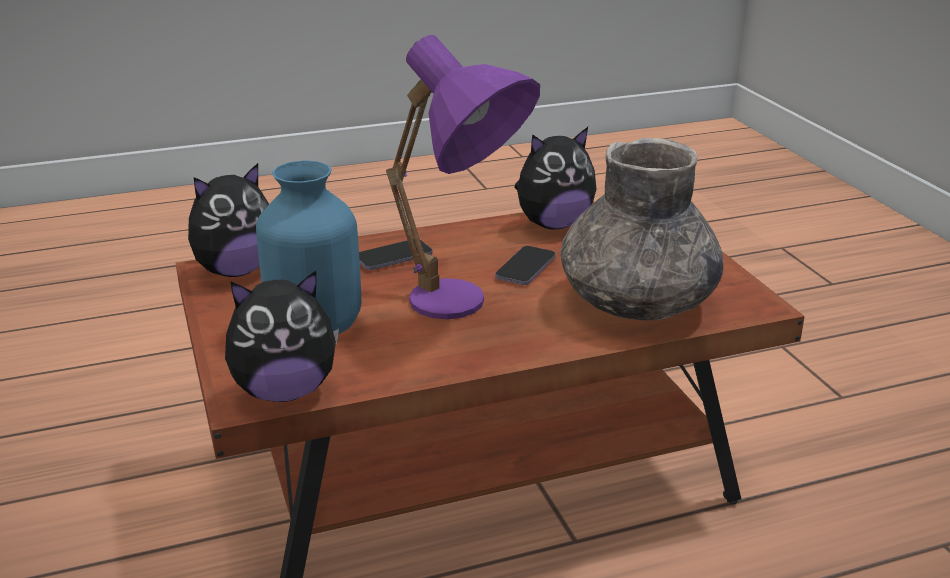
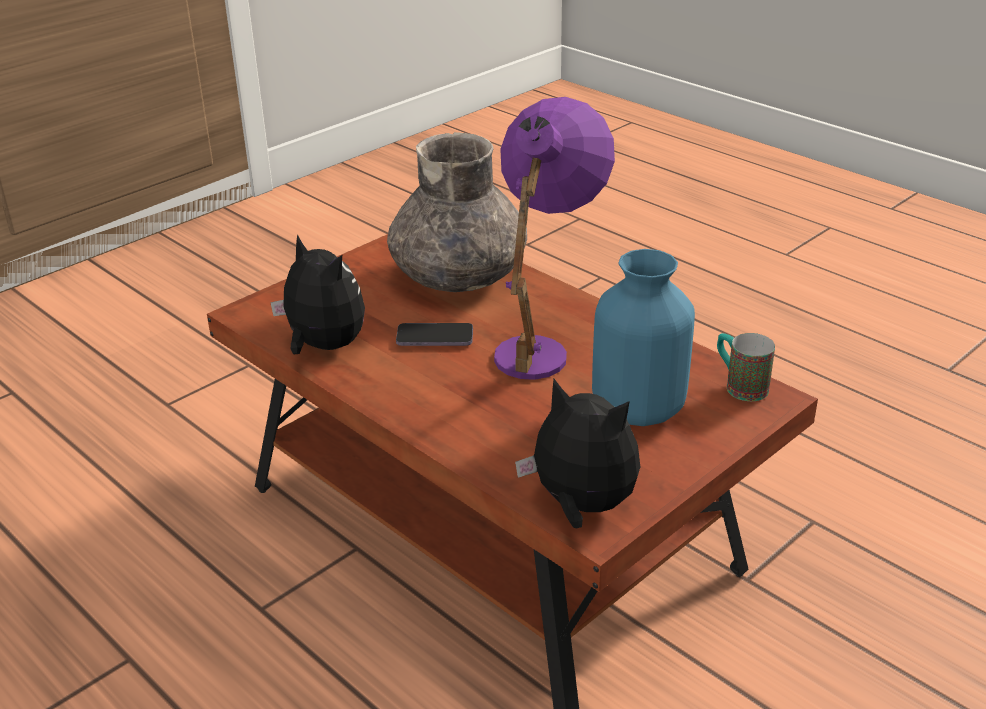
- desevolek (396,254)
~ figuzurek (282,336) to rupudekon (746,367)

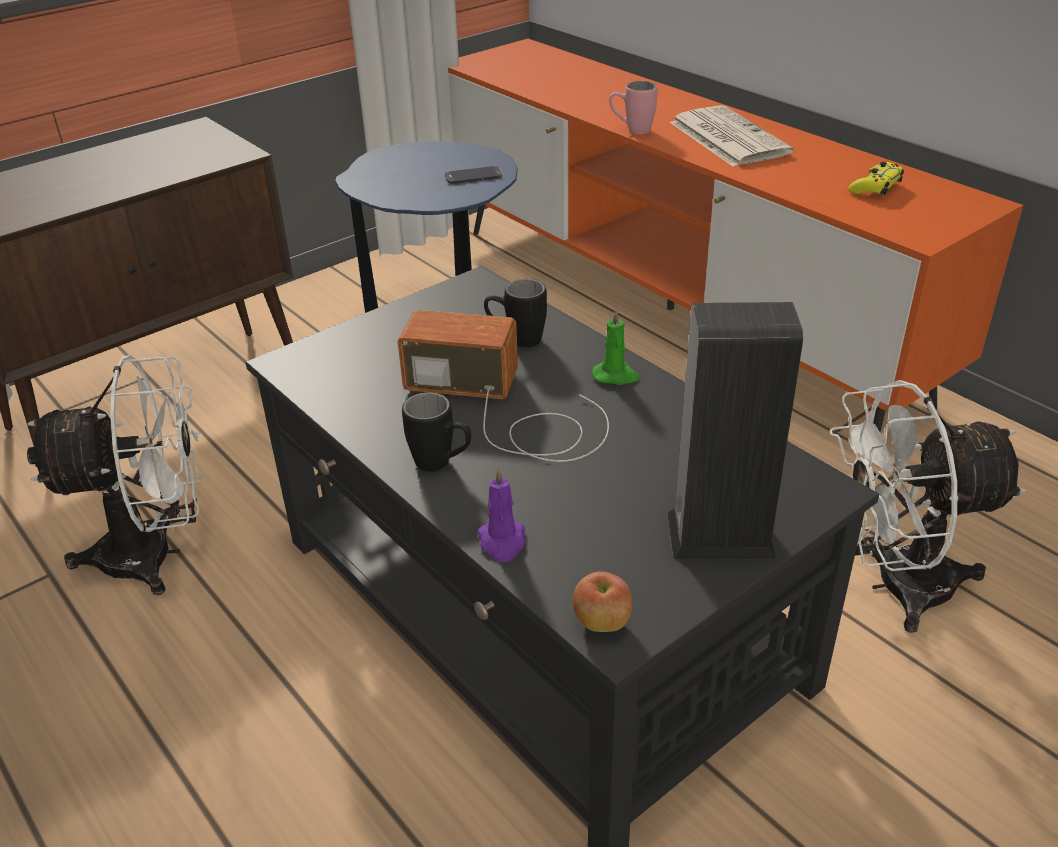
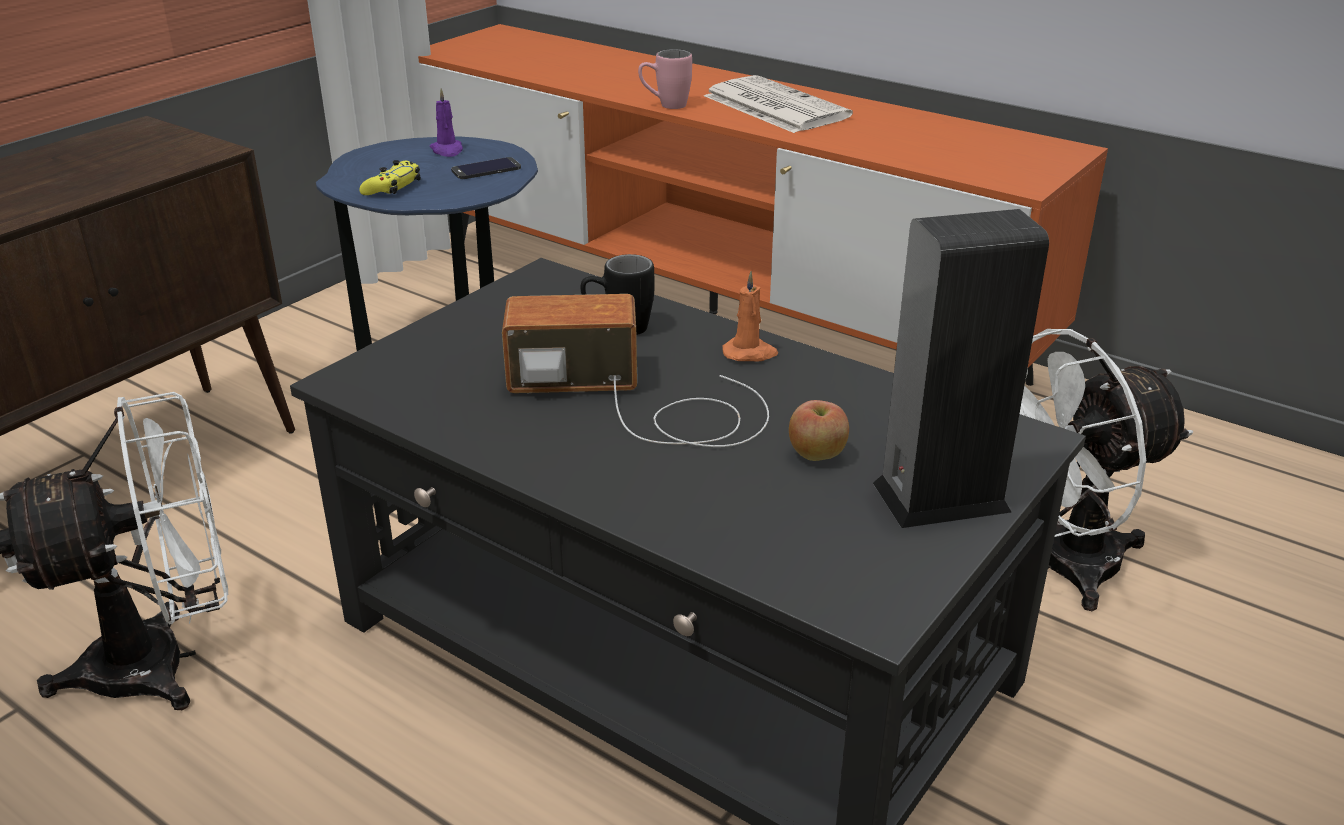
~ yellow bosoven (876,178) to (390,177)
~ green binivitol (616,346) to orange binivitol (750,316)
- black rupudekon (436,432)
~ purple binivitol (501,514) to (446,122)
~ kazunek (603,601) to (819,430)

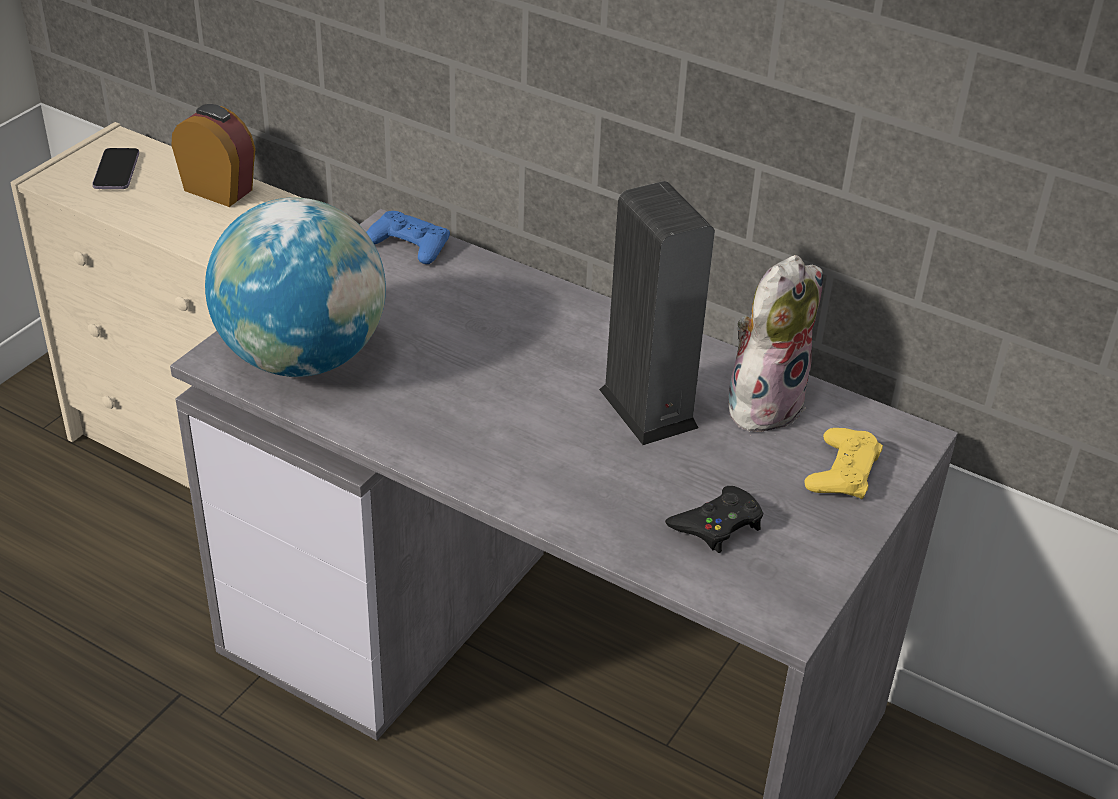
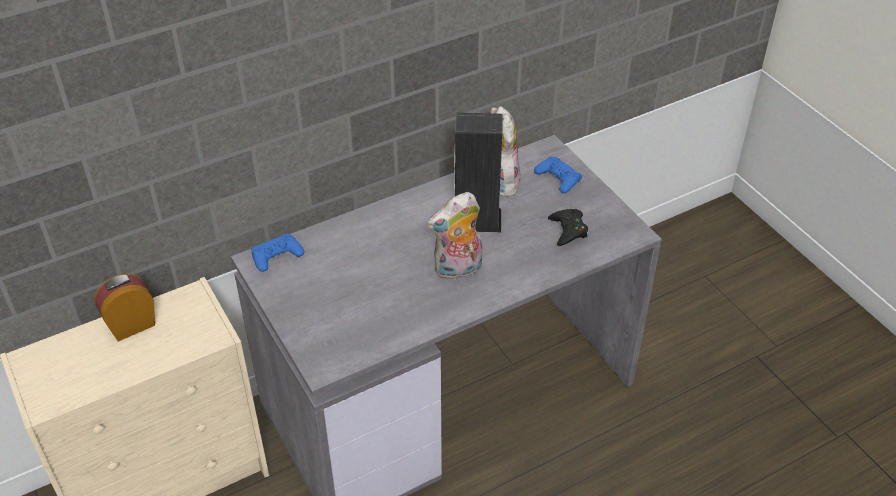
- desevolek (115,168)
- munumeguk (295,287)
~ yellow bosoven (843,463) to blue bosoven (558,174)
+ figuzurek (454,236)

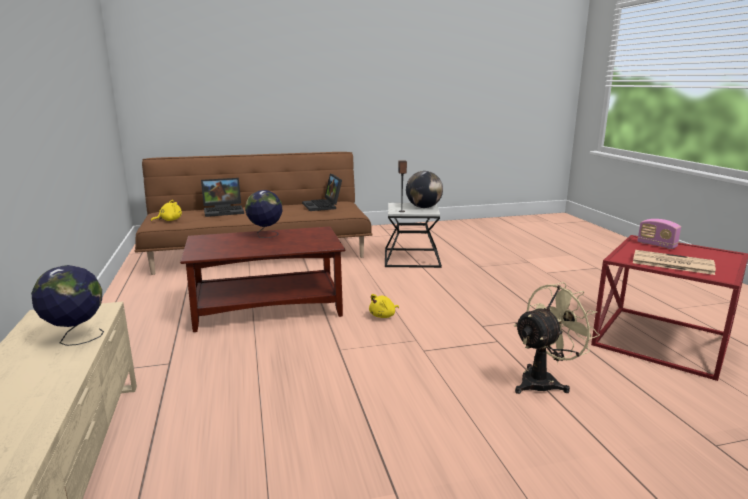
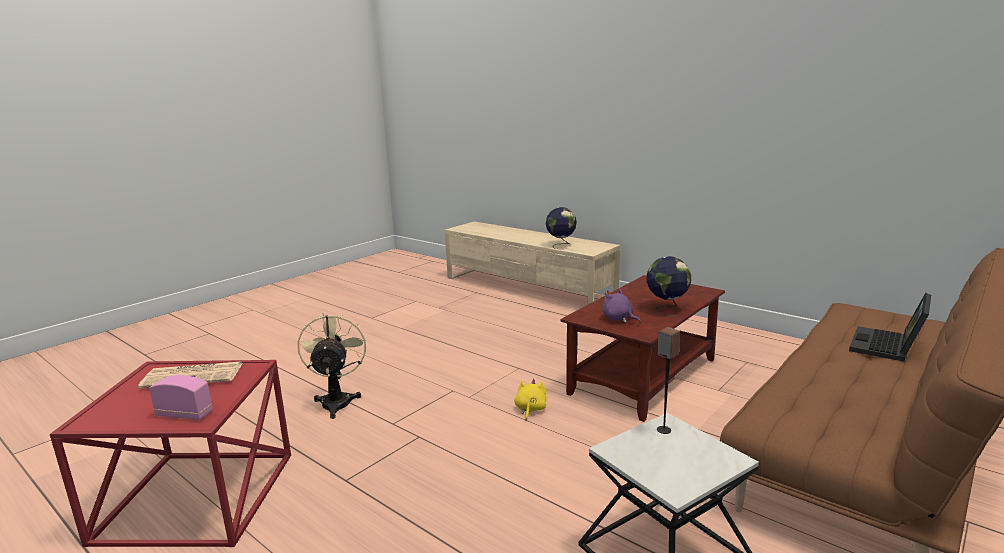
- munumeguk (424,189)
- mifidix (322,192)
- yellow figuzurek (166,211)
~ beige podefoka (557,338) = (332,366) 150 degrees clockwise
+ purple figuzurek (621,305)

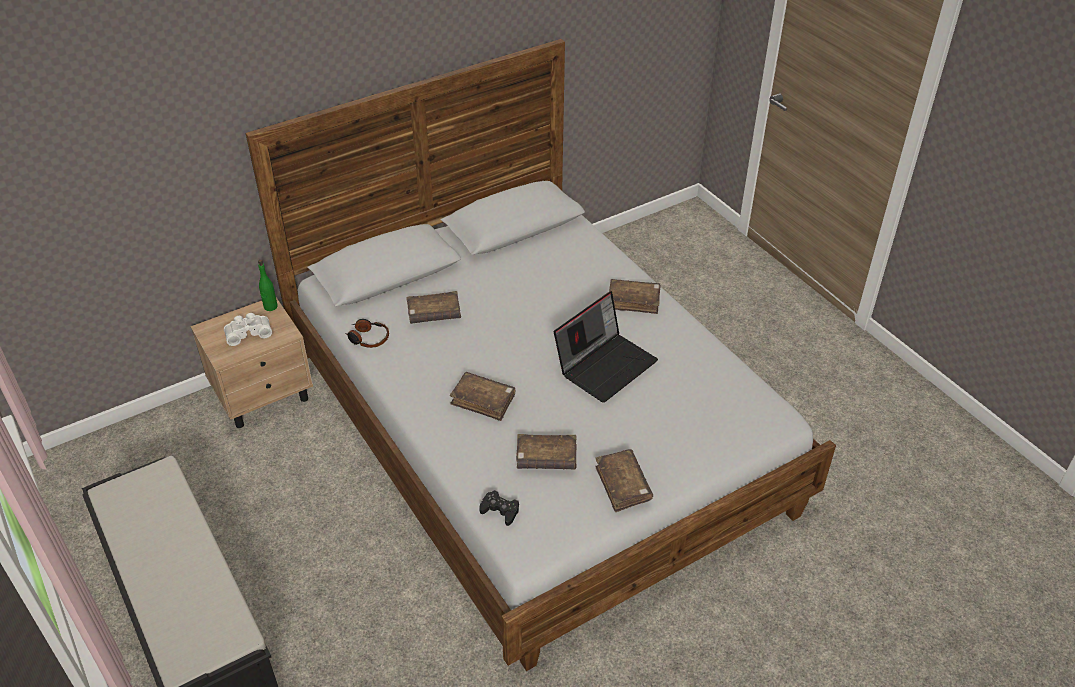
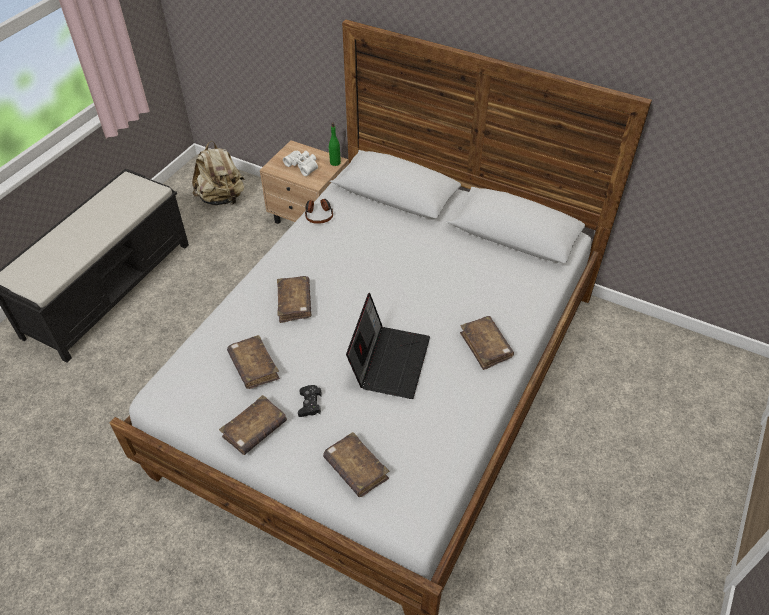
~ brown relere (433,307) to (356,464)
~ mifidix (606,347) = (388,346) 90 degrees counterclockwise
~ black bosoven (499,508) to (310,401)
+ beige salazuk (218,173)

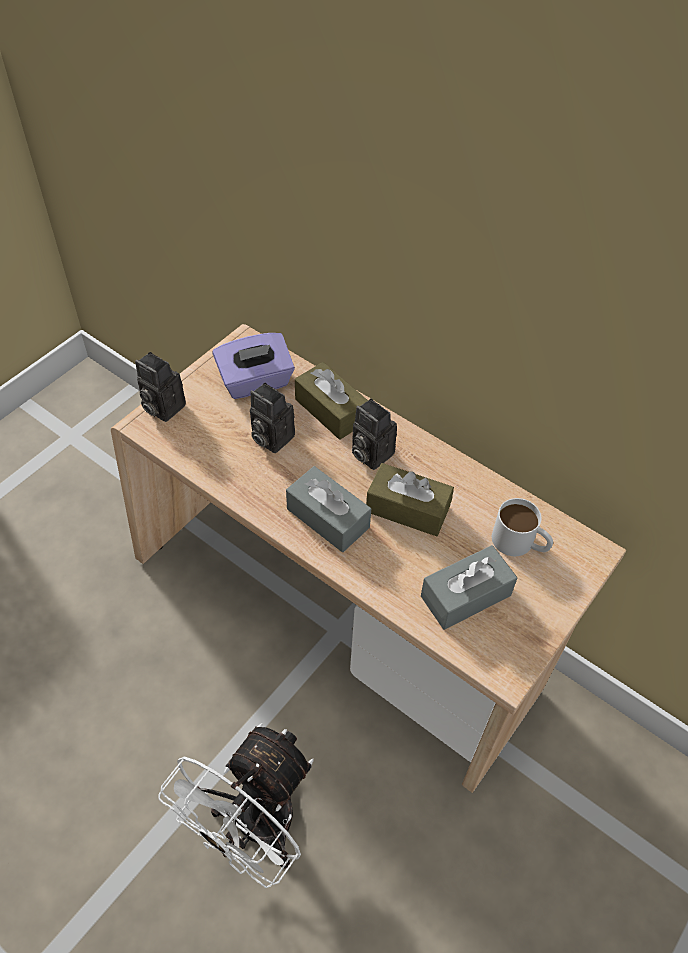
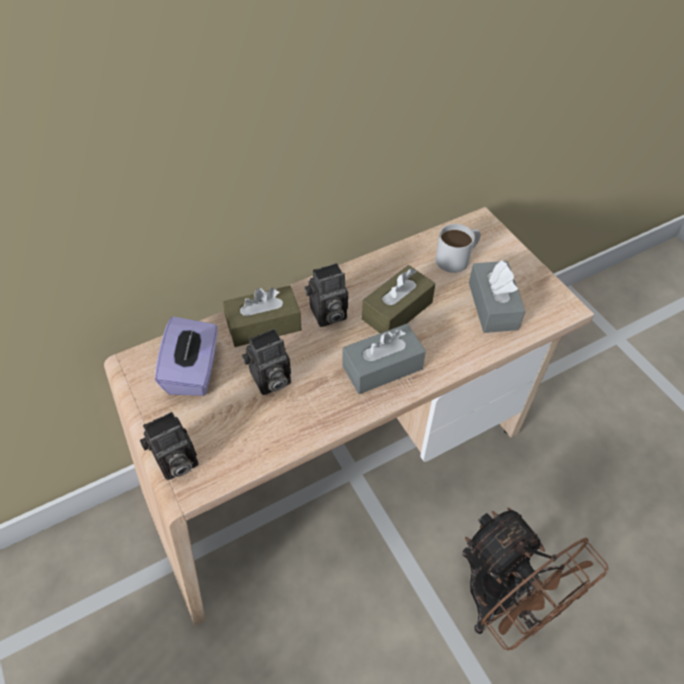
~ white podefoka (236,805) to brown podefoka (535,579)

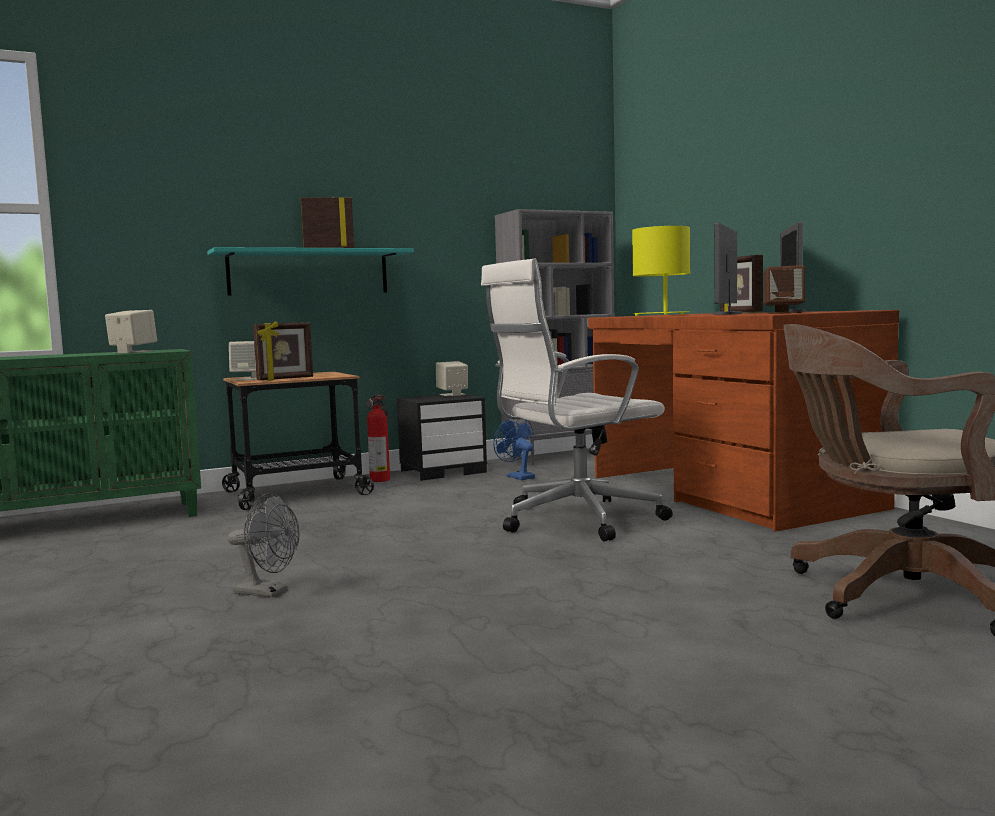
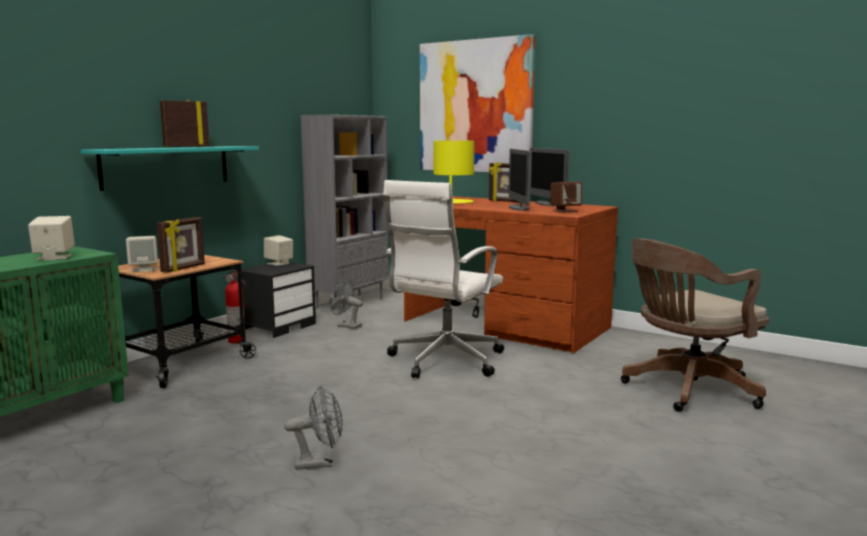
~ blue podefoka (514,449) to grey podefoka (346,304)
+ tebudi (477,103)

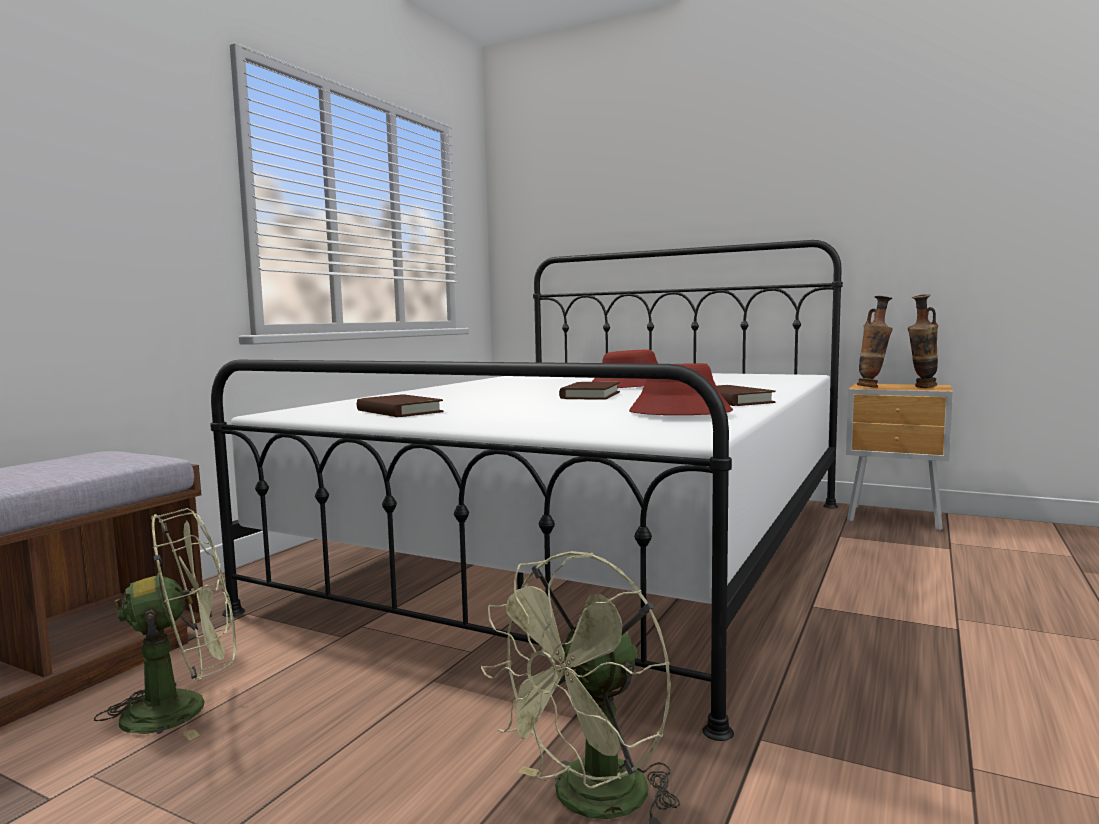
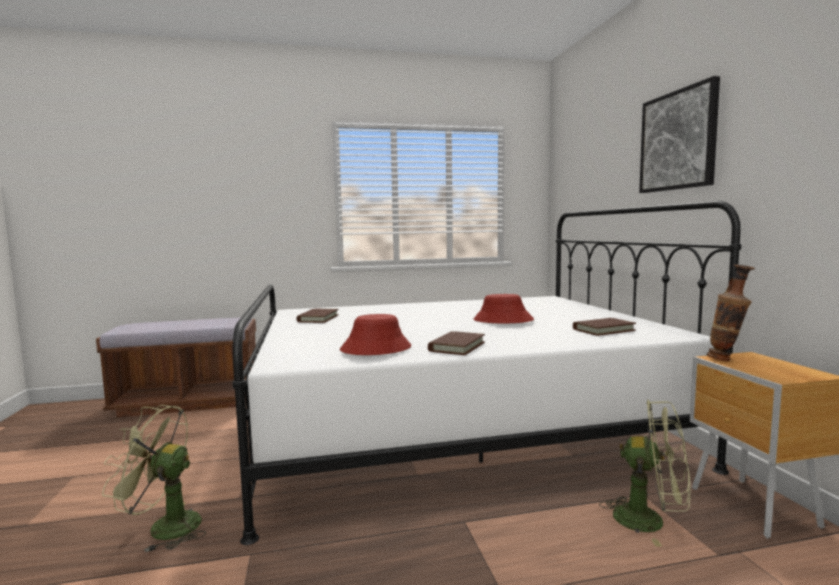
- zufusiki (923,341)
~ brown relere (589,391) to (604,327)
~ green podefoka (165,624) to (644,473)
+ tebudi (679,134)

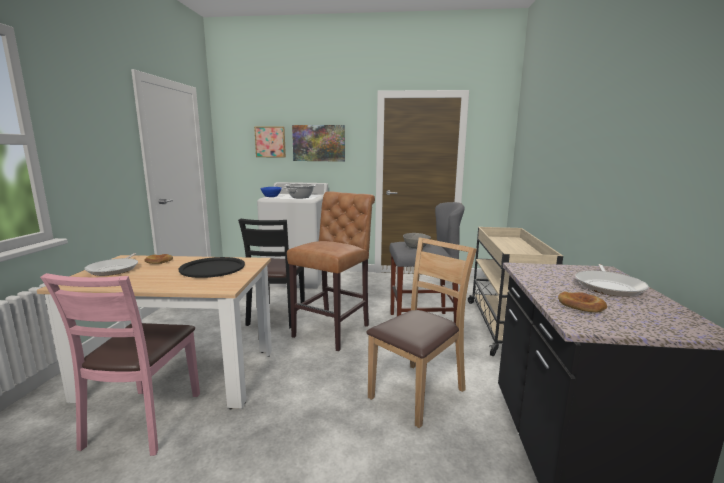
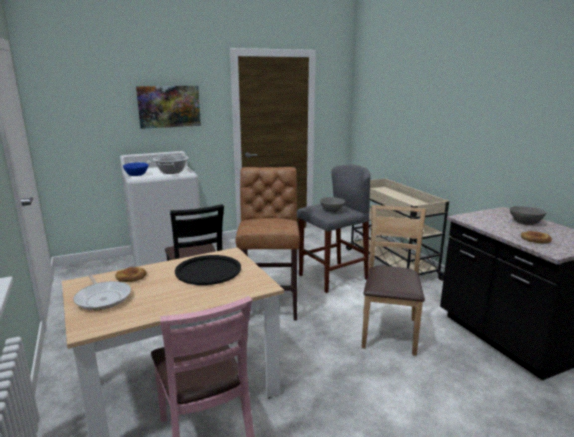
- tebudi (270,142)
~ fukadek (612,280) to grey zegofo (528,215)

